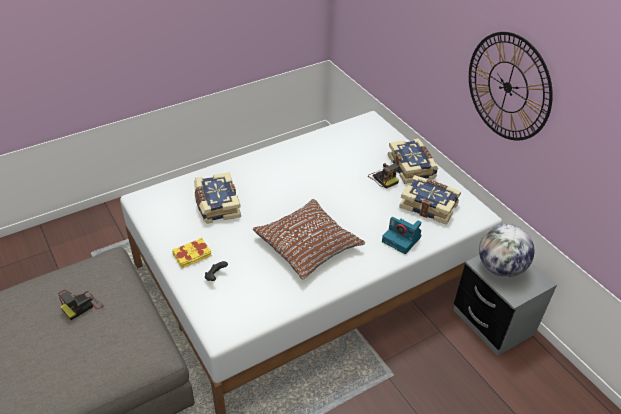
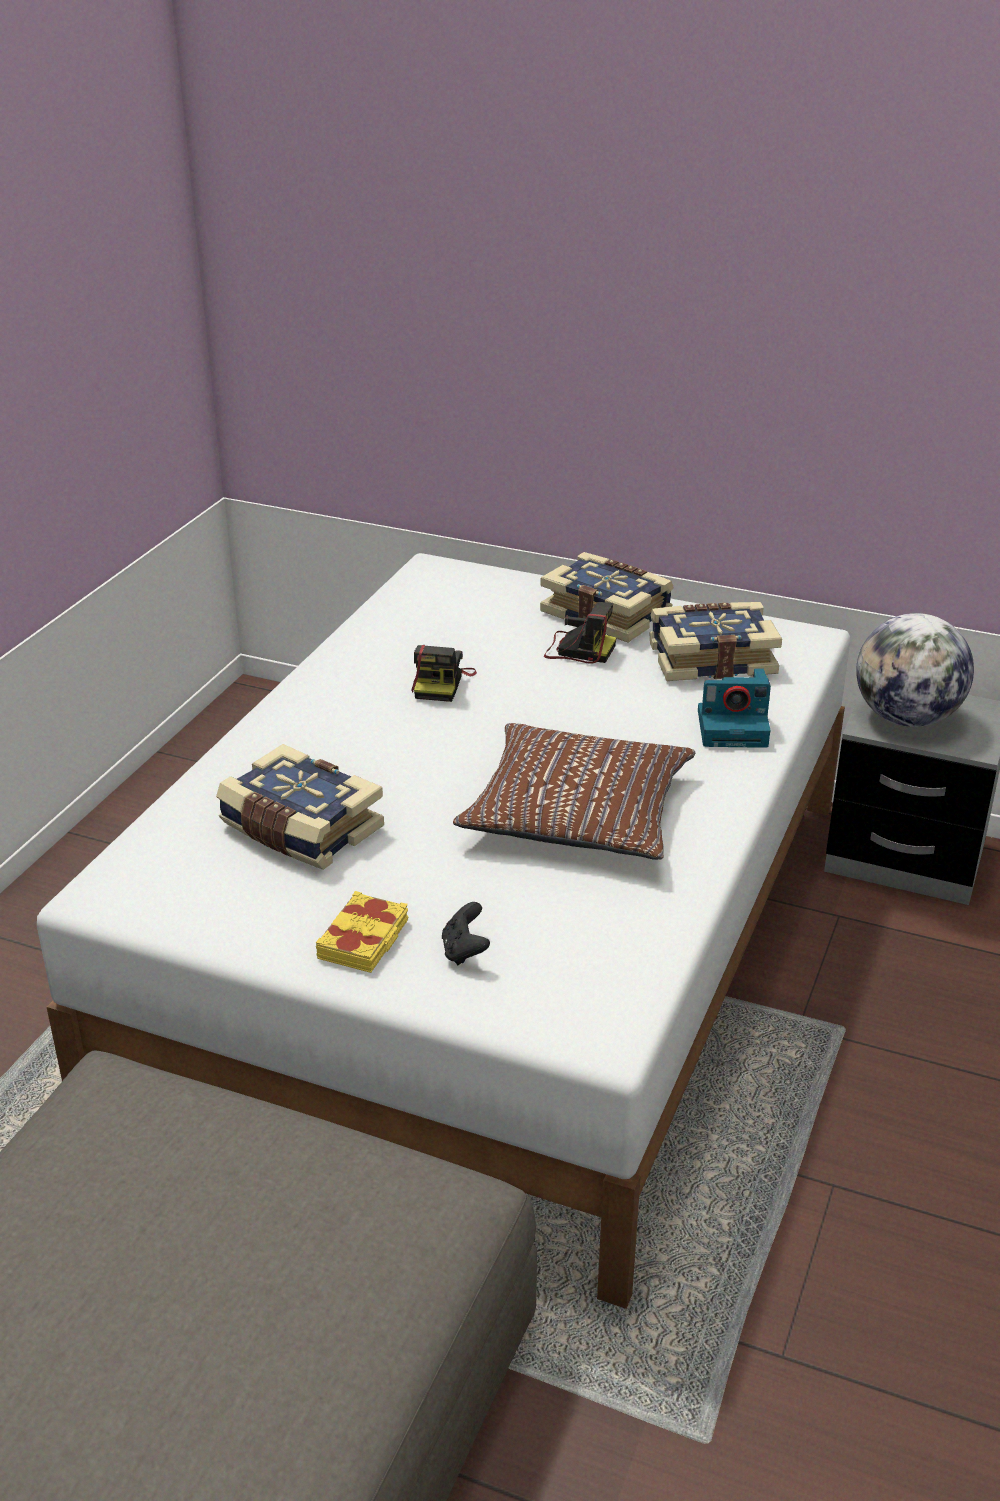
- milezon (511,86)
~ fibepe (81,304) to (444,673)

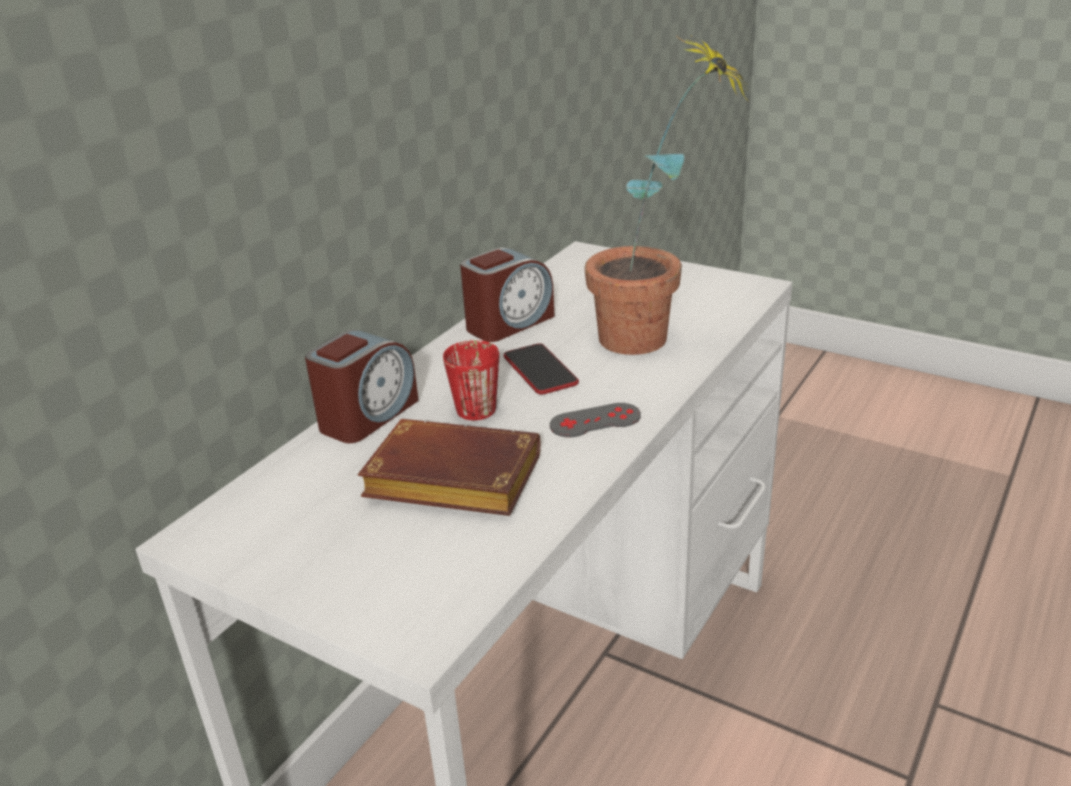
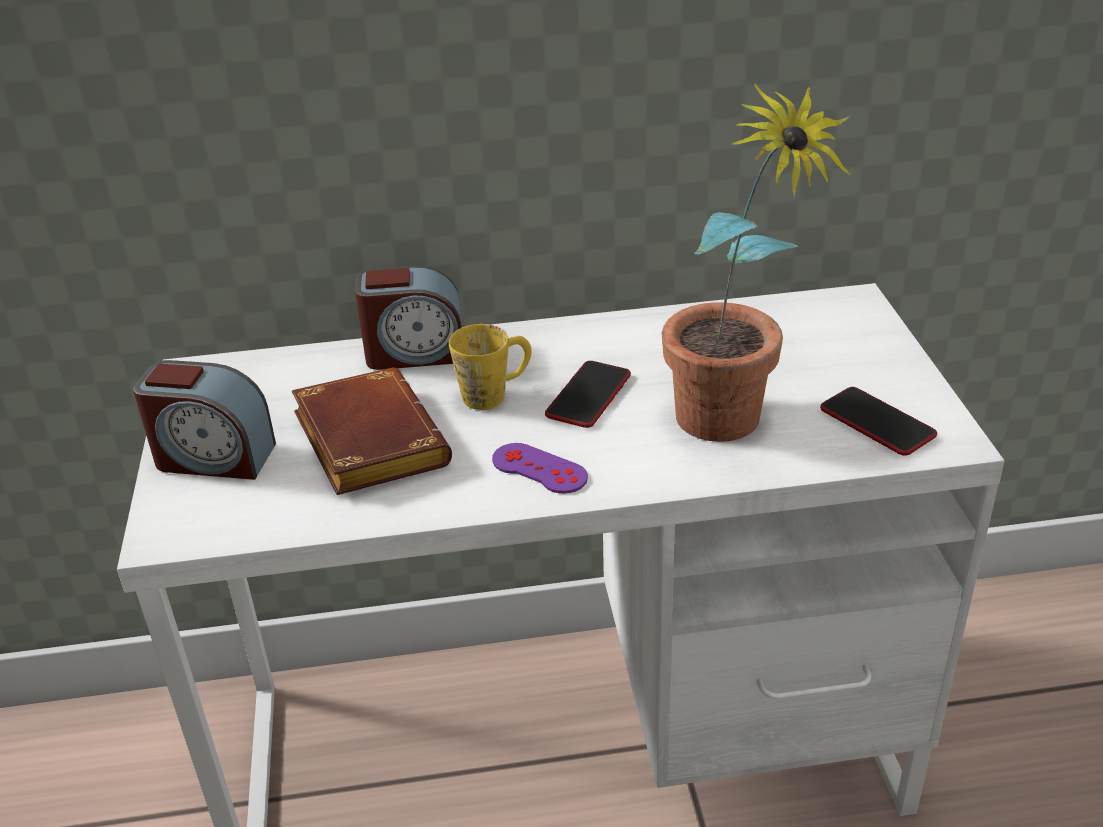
~ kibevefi (507,295) to (204,420)
~ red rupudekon (471,380) to yellow rupudekon (490,367)
~ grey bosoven (595,420) to purple bosoven (540,468)
+ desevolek (878,421)

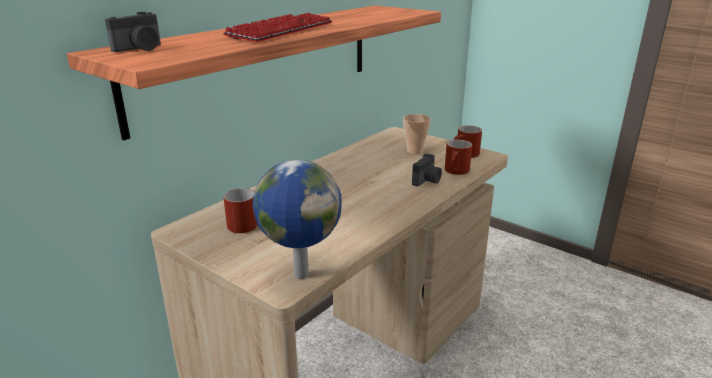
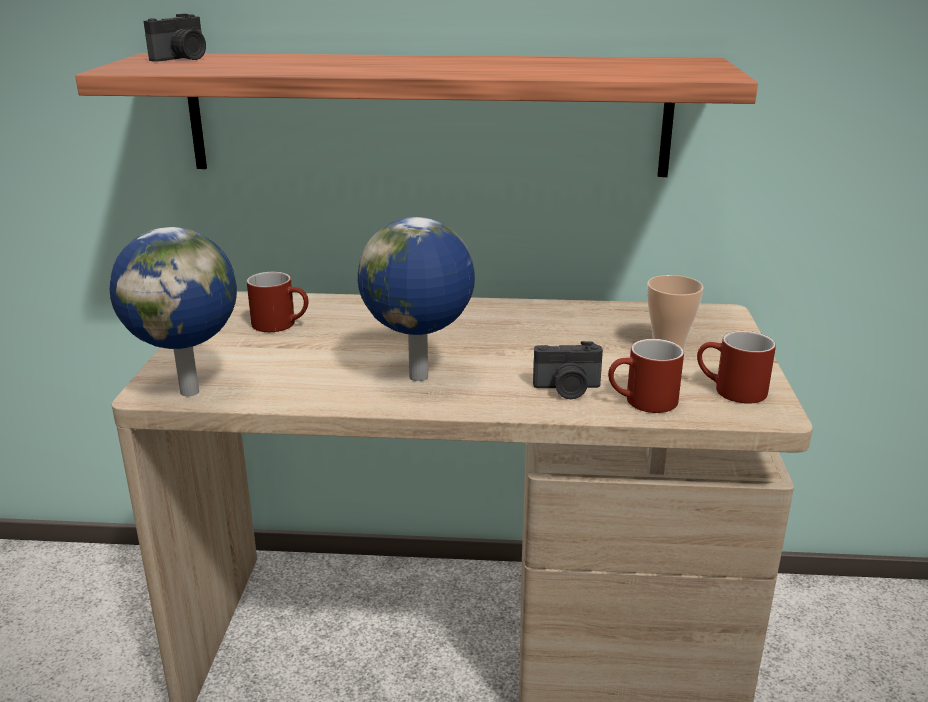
~ fibepe (133,32) = (175,37) 60 degrees counterclockwise
- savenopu (277,27)
+ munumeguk (416,299)

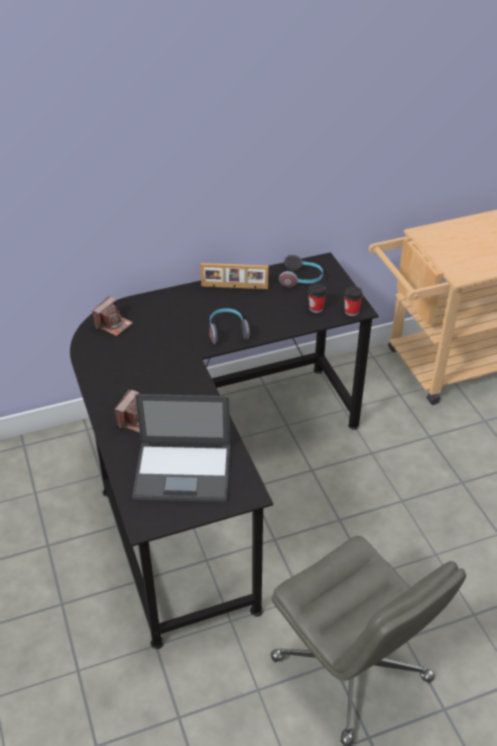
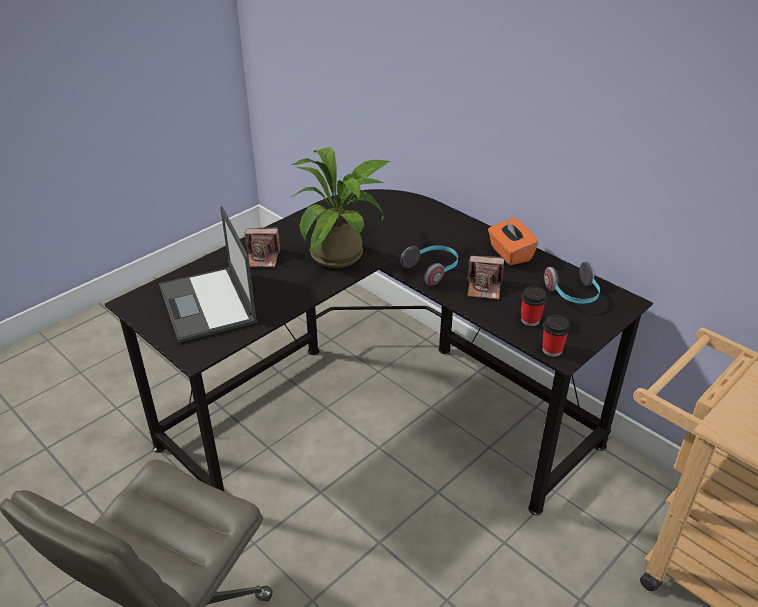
~ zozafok (234,276) to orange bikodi (513,241)
~ fibepe (112,316) to (485,277)
+ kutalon (340,207)

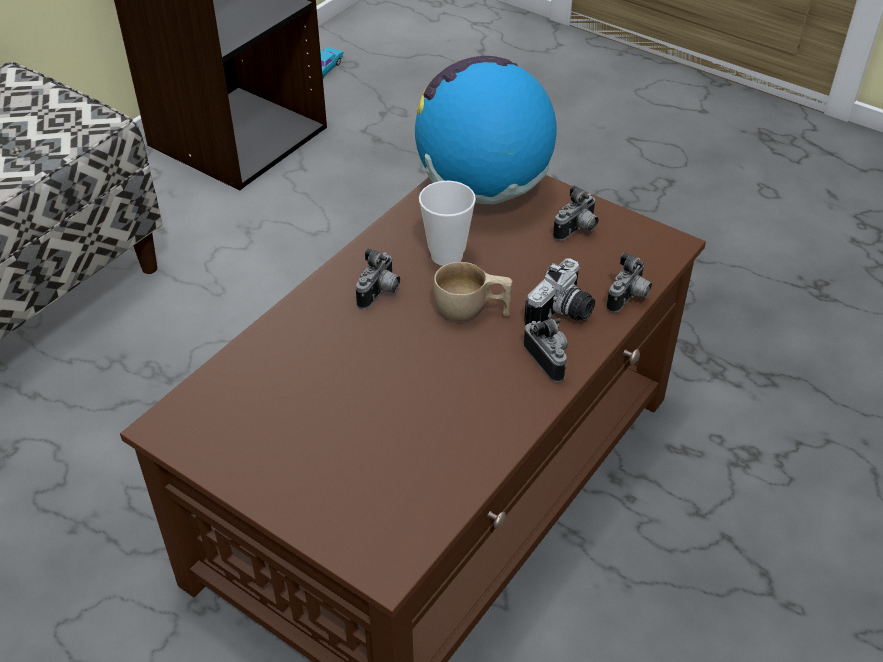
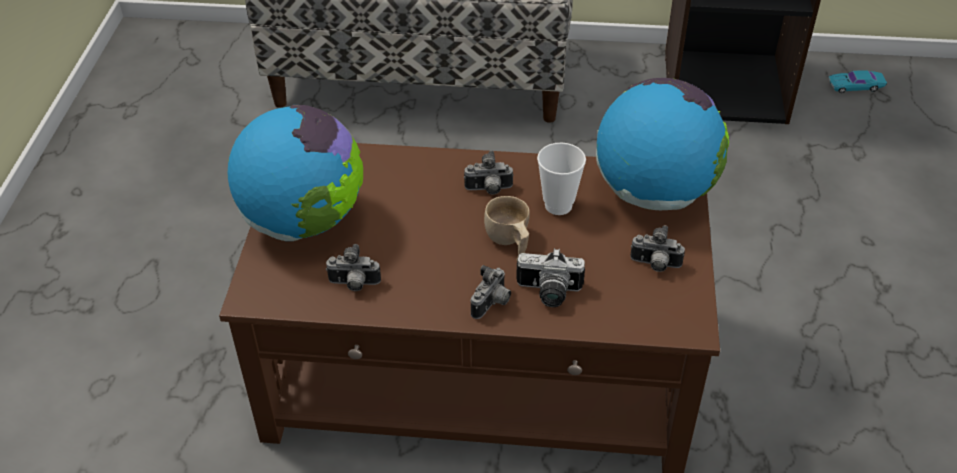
~ fibepe (629,282) to (353,267)
+ munumeguk (295,173)

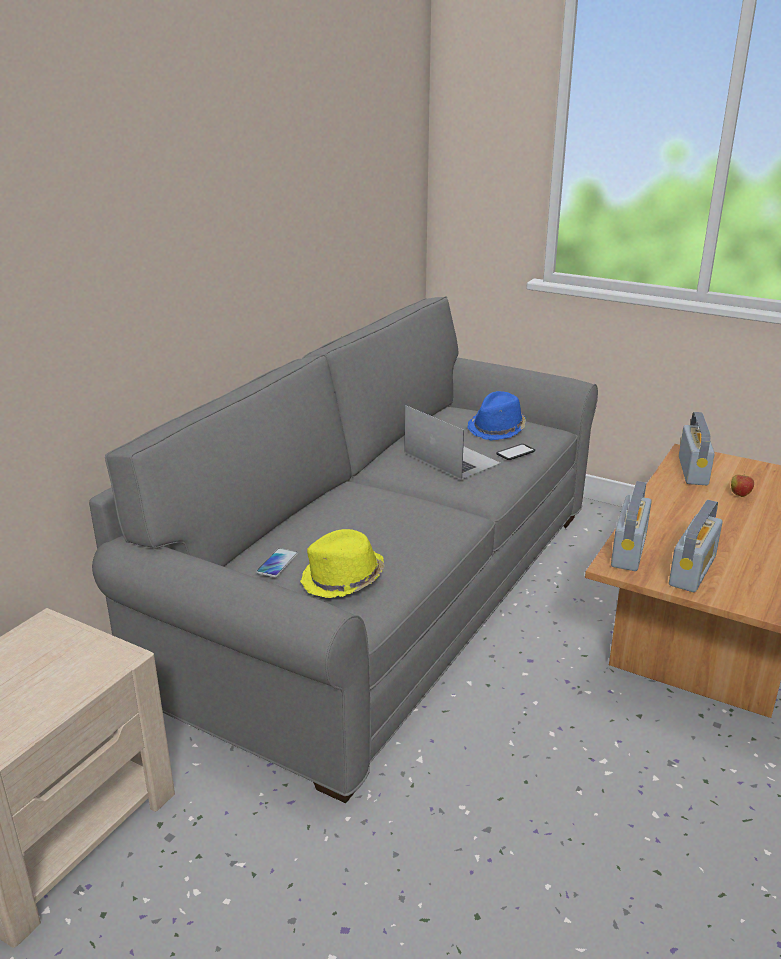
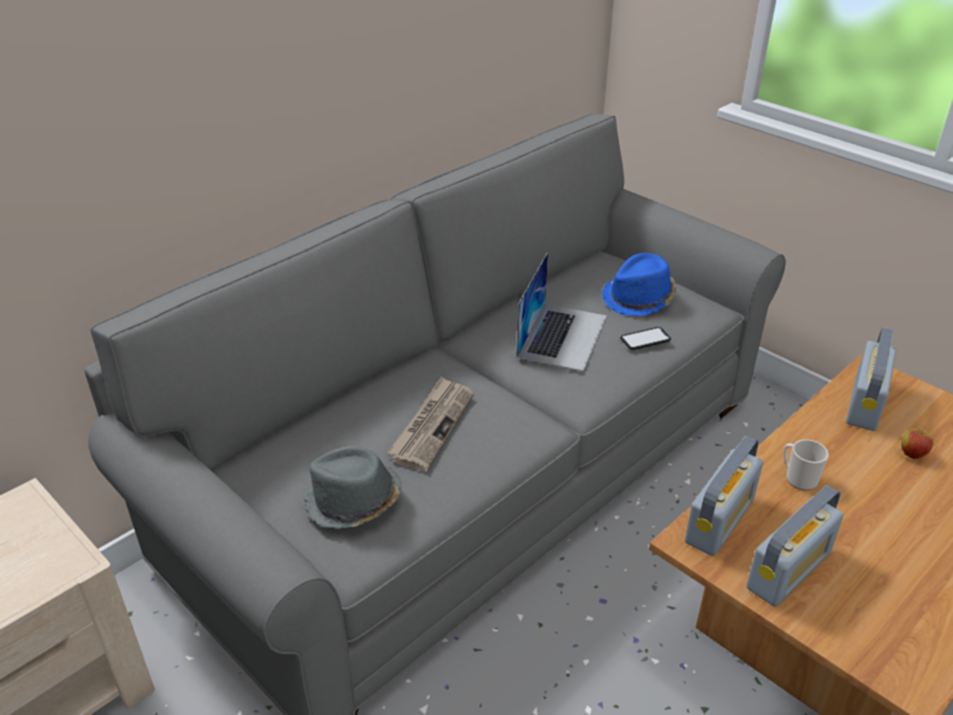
~ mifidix (453,442) = (562,312) 45 degrees clockwise
~ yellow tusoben (342,563) to grey tusoben (352,487)
- desevolek (277,562)
+ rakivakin (430,423)
+ rupudekon (806,465)

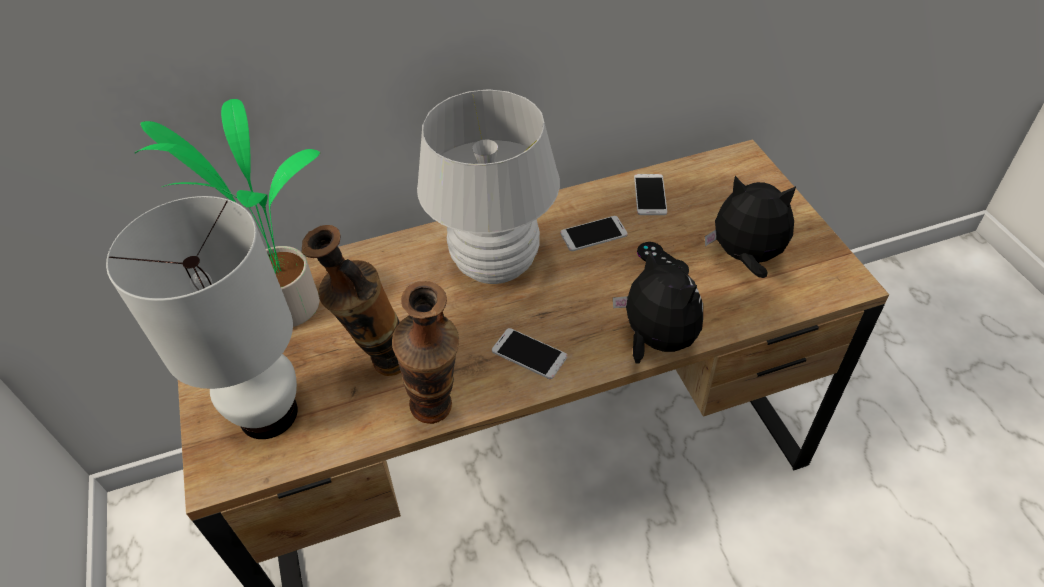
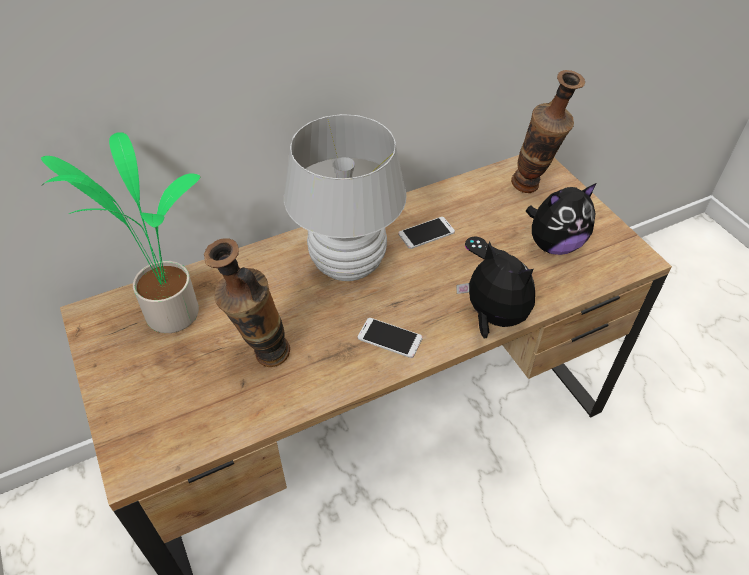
- desevolek (650,194)
~ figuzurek (750,227) = (561,219) 150 degrees clockwise
- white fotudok (202,317)
~ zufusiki (425,352) to (548,131)

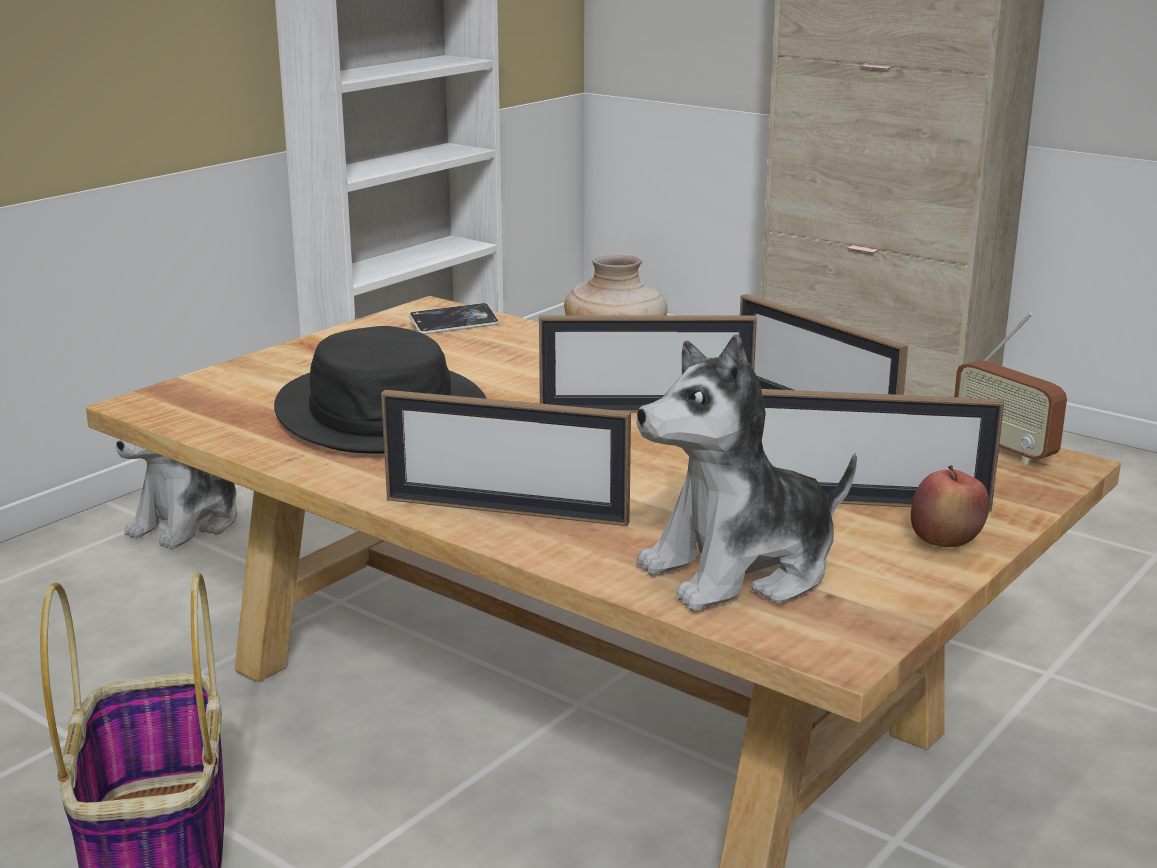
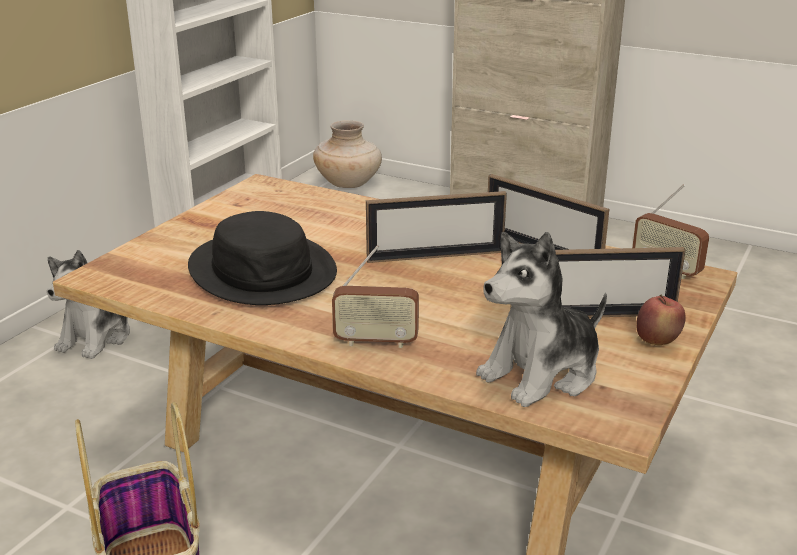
- desevolek (454,318)
~ zozafok (506,458) to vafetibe (375,296)

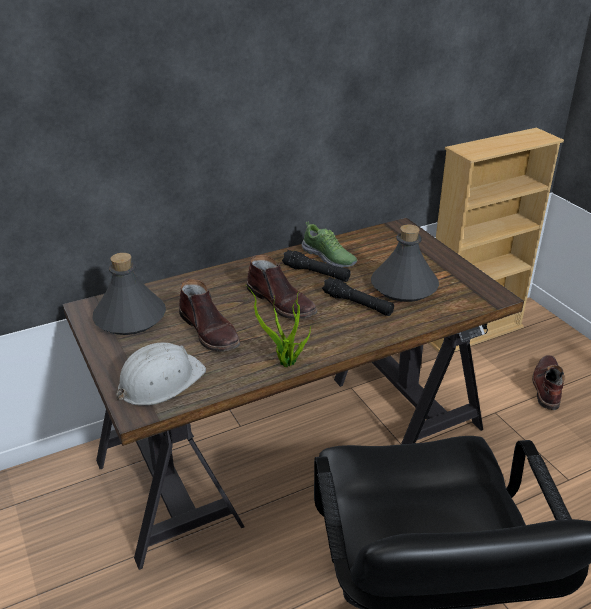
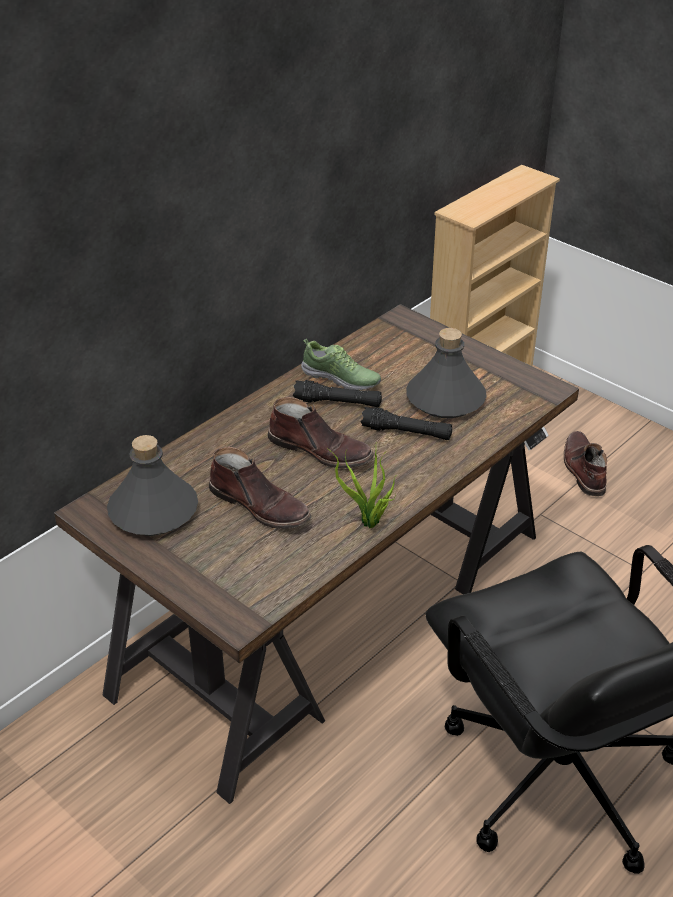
- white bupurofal (161,374)

